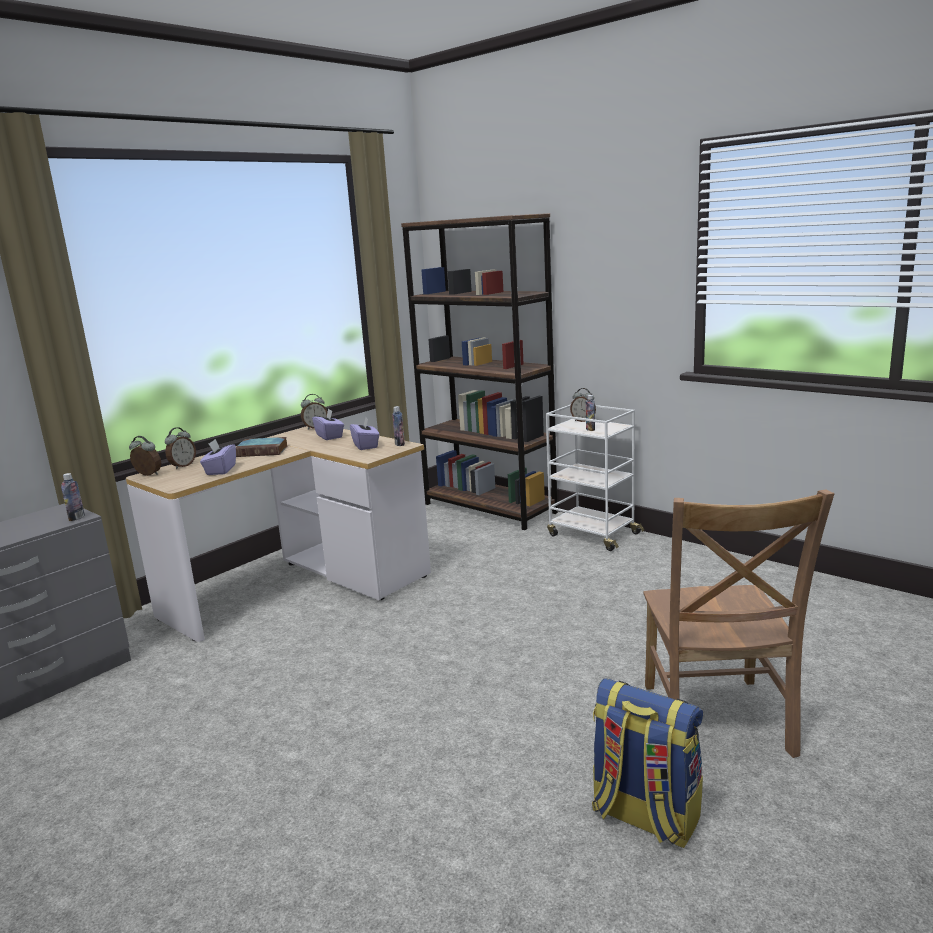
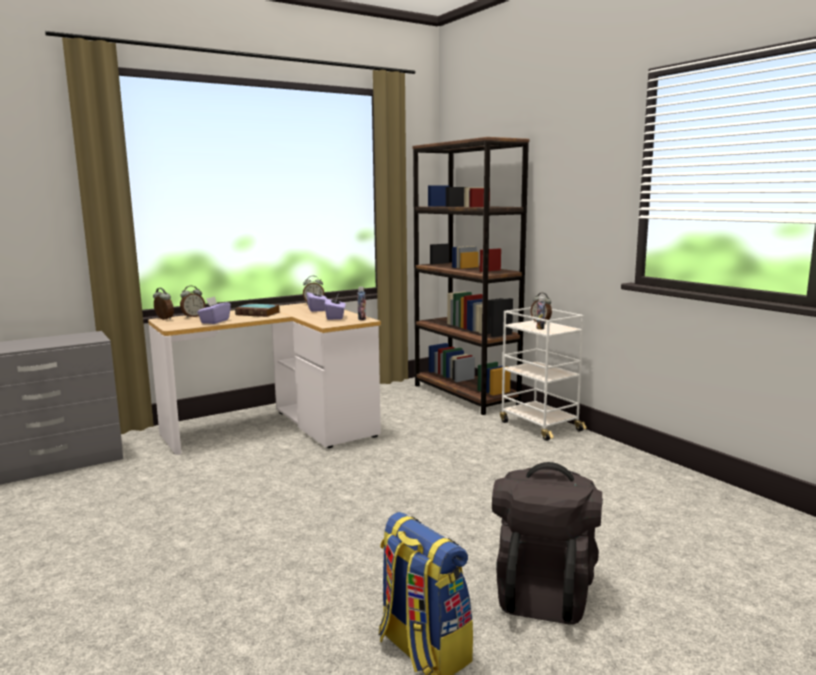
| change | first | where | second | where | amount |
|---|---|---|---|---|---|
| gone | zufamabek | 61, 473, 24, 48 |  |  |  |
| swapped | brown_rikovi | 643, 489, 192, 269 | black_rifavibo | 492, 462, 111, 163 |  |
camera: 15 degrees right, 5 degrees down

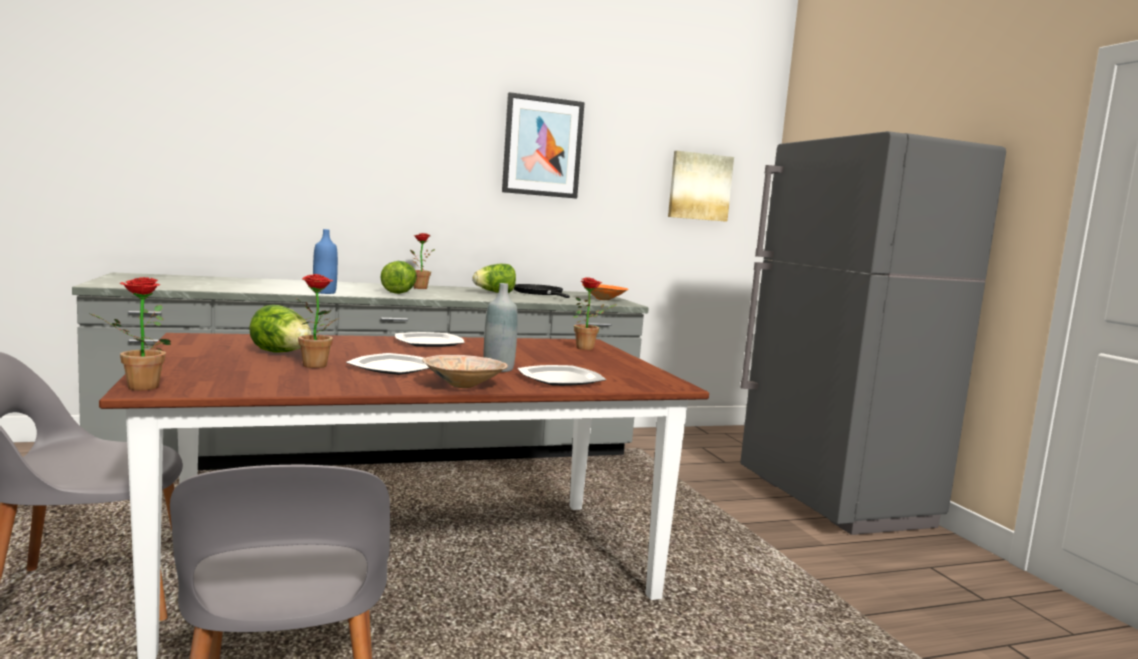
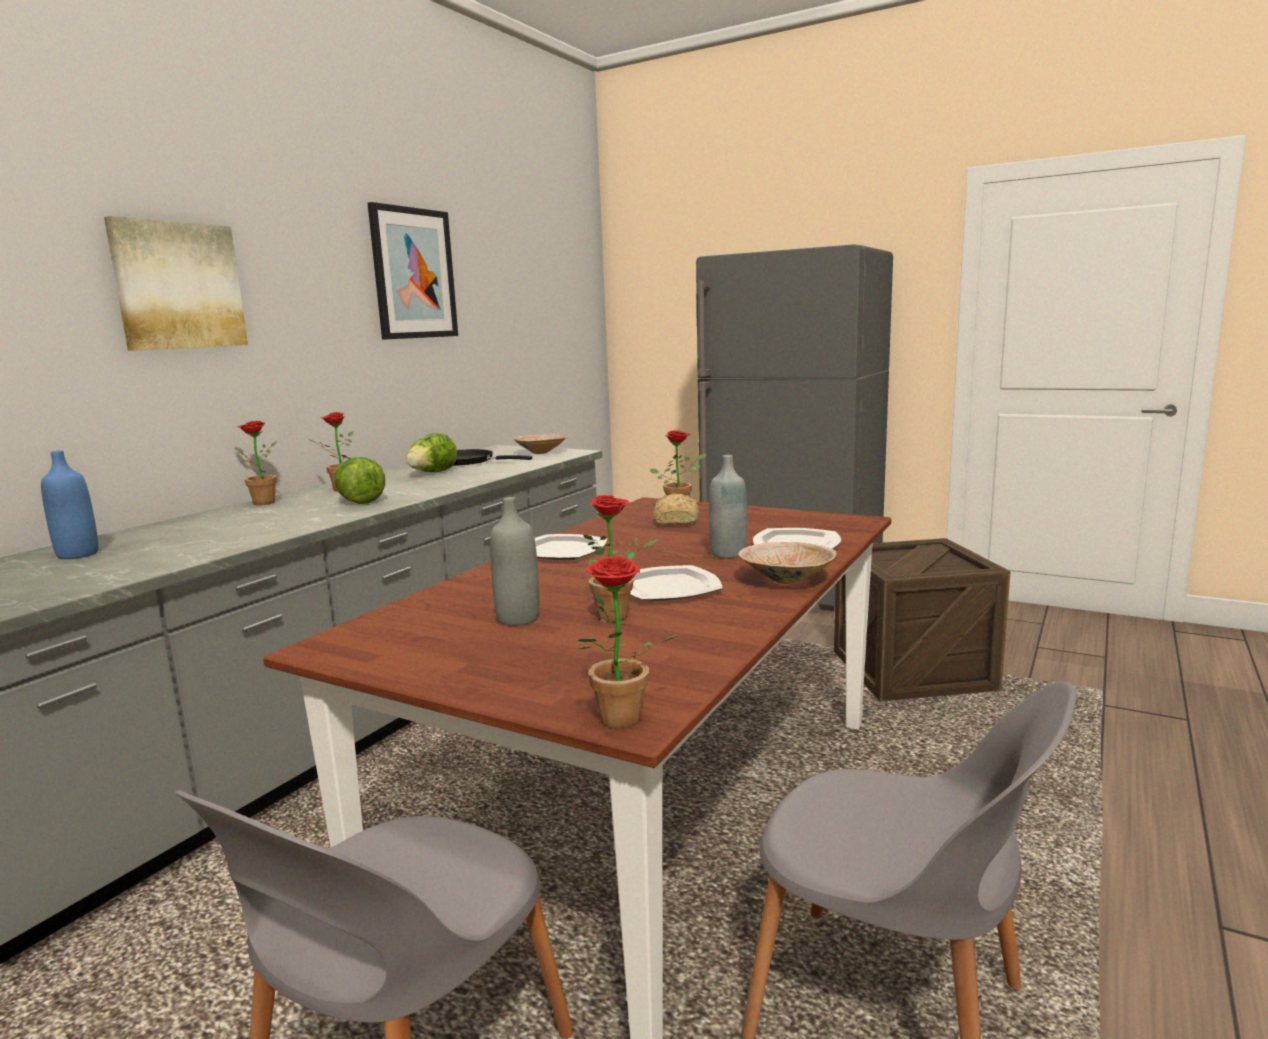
| change | first | where | second | where | amount |
|---|---|---|---|---|---|
| new |  |  | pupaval | 234, 421, 43, 84 |  |
| new |  |  | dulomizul | 654, 494, 45, 31 |  |
| new |  |  | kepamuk | 834, 538, 177, 164 |  |
| shifted | blue_zufamabek | 313, 229, 25, 65 |  | 41, 451, 57, 108 |  |
| shifted | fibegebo | 668, 151, 66, 71 |  | 104, 216, 144, 135 |  |
| swapped | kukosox | 249, 305, 63, 48 | grey_zufamabek | 490, 497, 49, 129 |  |
| repainted | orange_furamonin | 582, 284, 47, 16 | beige_furamonin | 512, 434, 56, 20 |  |
camera: 40 degrees left, 5 degrees up

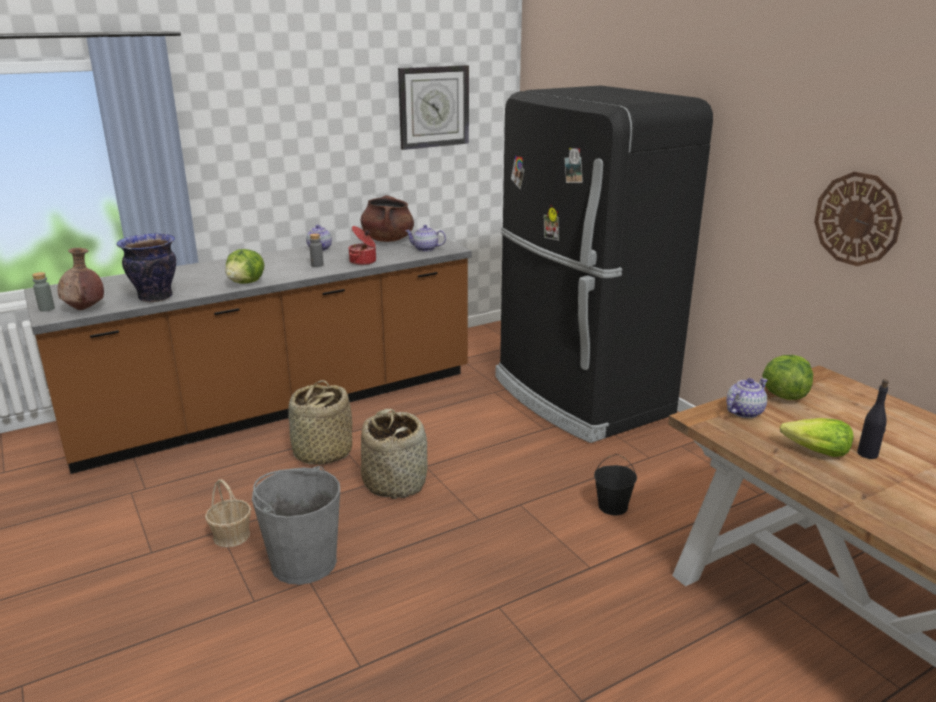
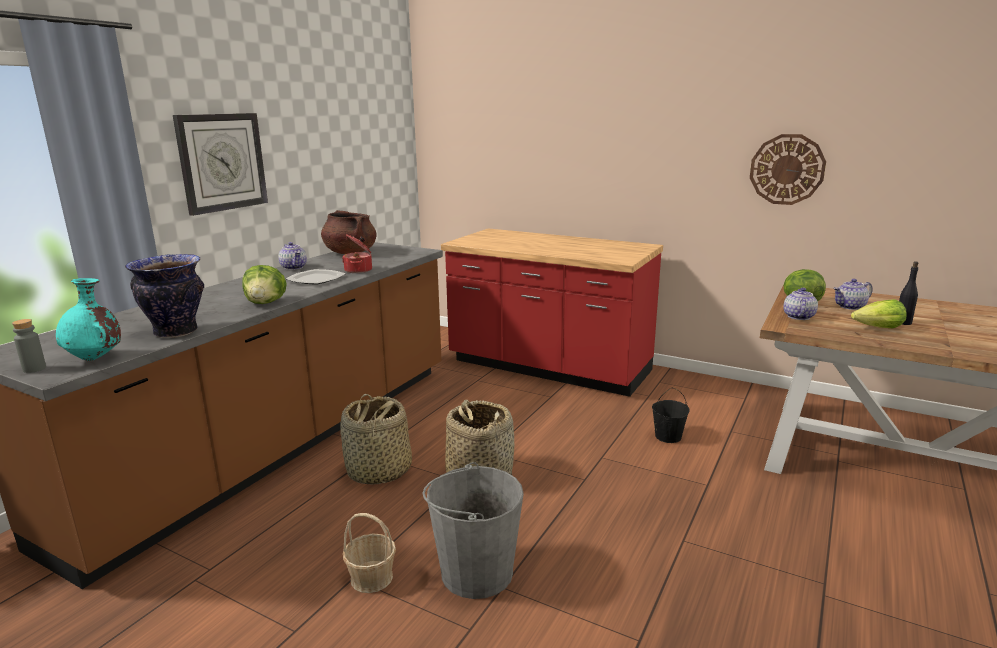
| change | first | where | second | where | amount |
|---|---|---|---|---|---|
| shifted | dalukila | 398, 65, 71, 85 |  | 173, 113, 95, 103 |  |
| shifted | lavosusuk | 405, 225, 41, 27 |  | 833, 279, 40, 31 |  |
| swapped | grey_zufamabek | 309, 233, 15, 34 | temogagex | 286, 269, 59, 16 |  |
| swapped | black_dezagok | 495, 85, 218, 358 | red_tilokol | 441, 228, 222, 169 |  |
| repainted | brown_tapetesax | 57, 248, 47, 62 | turquoise_tapetesax | 56, 278, 65, 83 |  |
camera: 30 degrees left, 5 degrees down

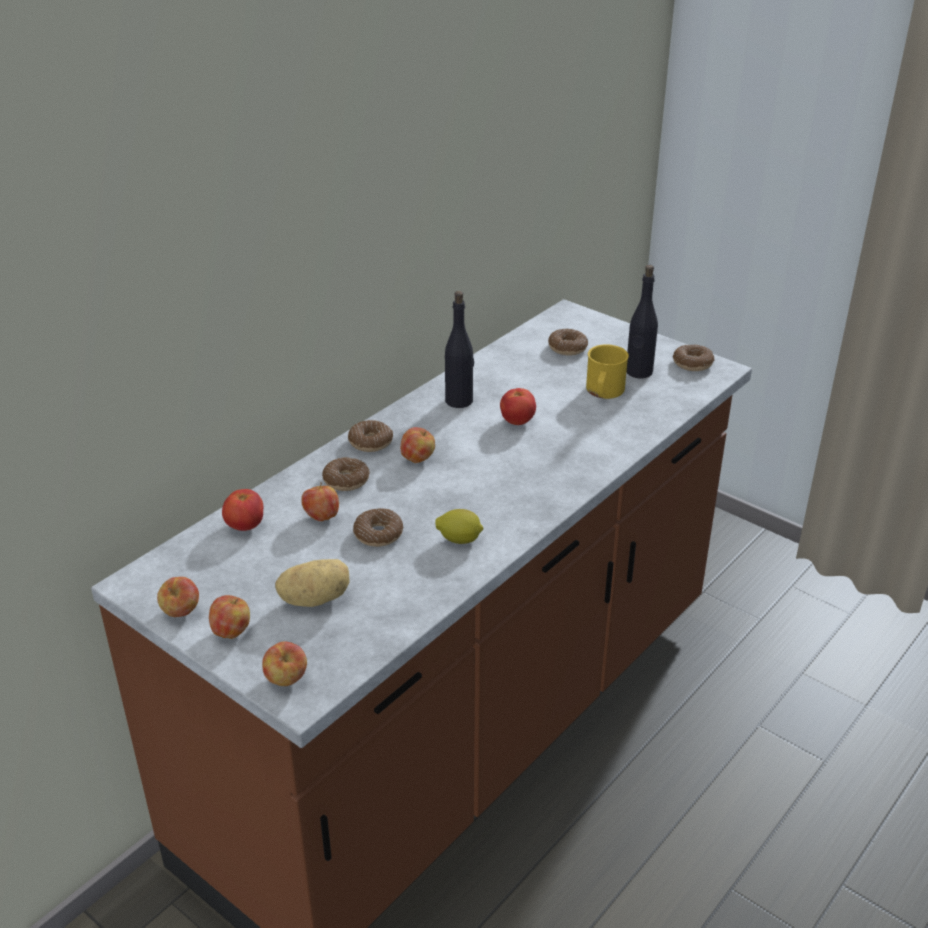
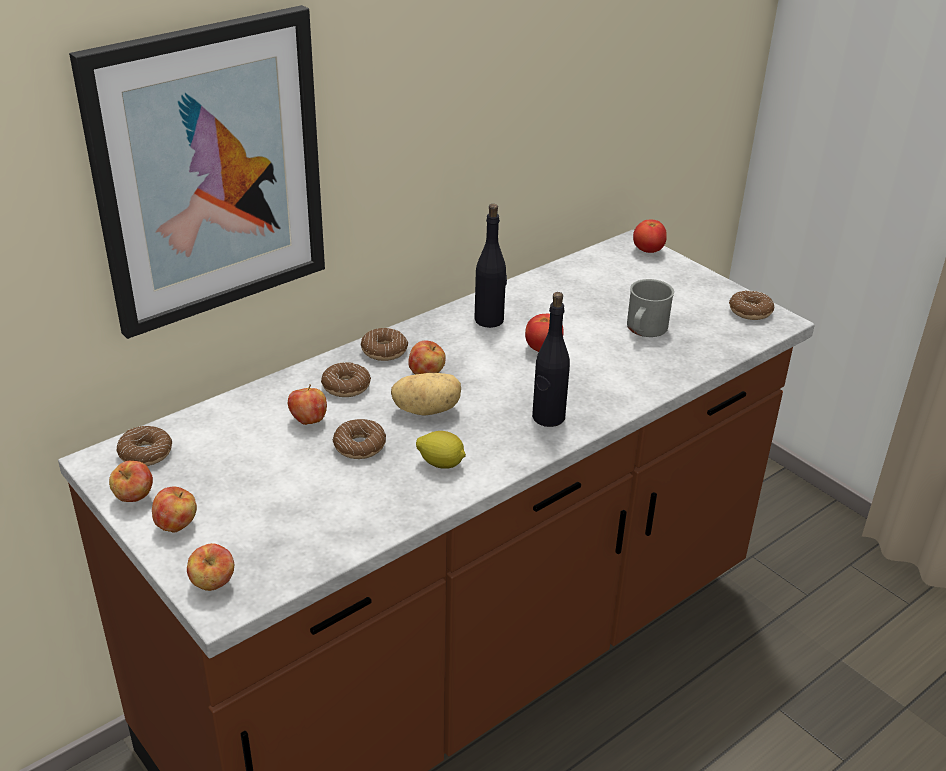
| change | first | where | second | where | amount |
|---|---|---|---|---|---|
| new |  |  | fibegebo | 69, 5, 256, 334 |  |
| shifted | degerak | 222, 489, 41, 42 |  | 633, 220, 34, 33 |  |
| shifted | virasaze | 275, 559, 75, 48 |  | 391, 373, 70, 43 |  |
| shifted | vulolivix | 548, 329, 40, 27 |  | 117, 426, 55, 40 |  |
| shifted | black_zufamabek | 626, 265, 32, 114 |  | 532, 292, 38, 135 |  |
| repainted | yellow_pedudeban | 586, 344, 43, 55 | grey_pedudeban | 627, 279, 47, 58 |  |
camera: 10 degrees right, 0 degrees up

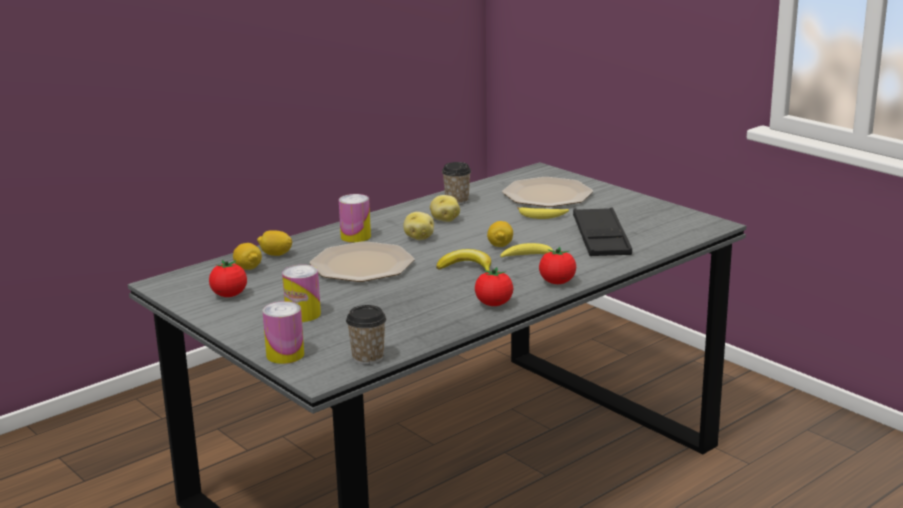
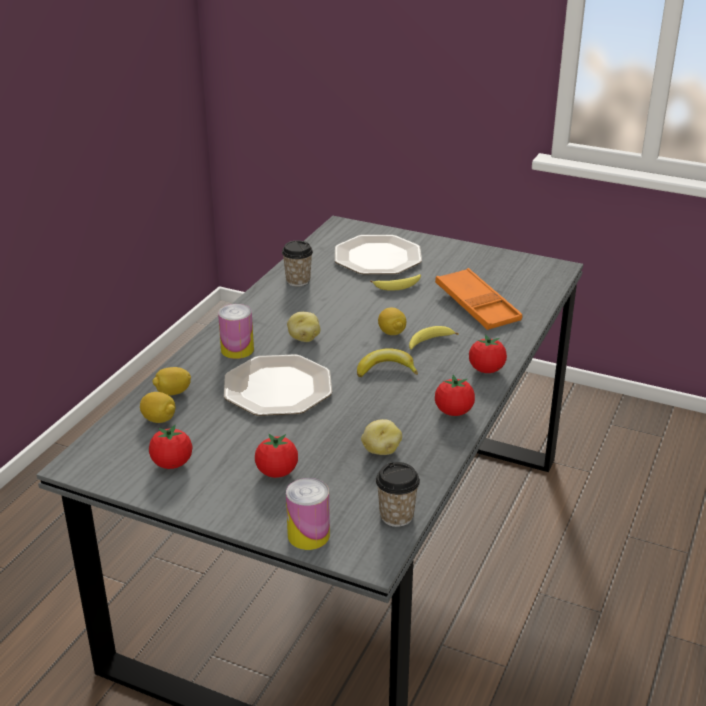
| change | first | where | second | where | amount |
|---|---|---|---|---|---|
| shifted | virasaze | 430, 195, 30, 27 |  | 361, 419, 41, 36 |  |
| swapped | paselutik | 282, 265, 39, 57 | degerak | 255, 434, 43, 44 |  |
| repainted | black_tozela | 573, 208, 59, 48 | orange_tozela | 435, 268, 87, 62 |  |
camera: 25 degrees left, 10 degrees up

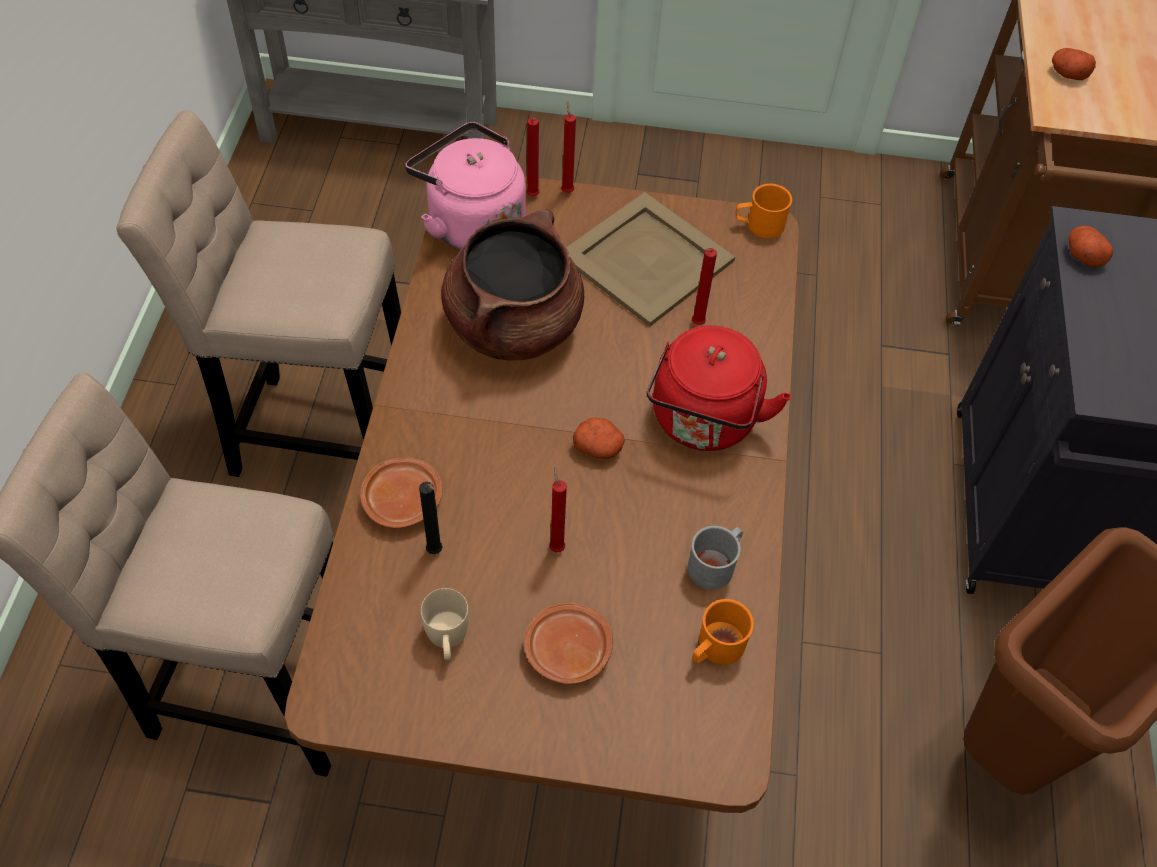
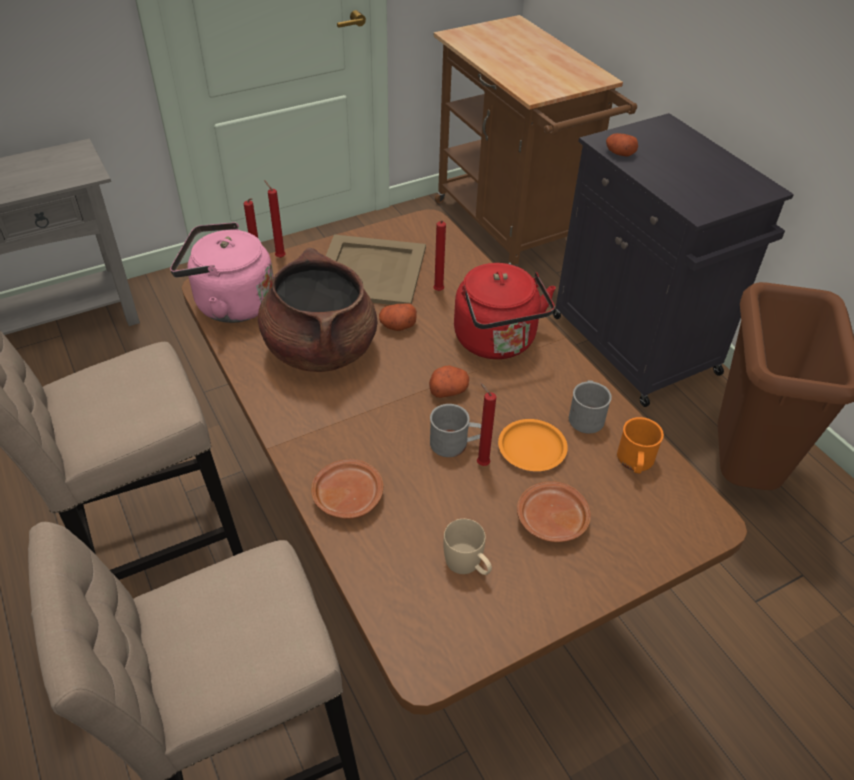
| change | first | where | second | where | amount |
|---|---|---|---|---|---|
| gone | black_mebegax | 419, 482, 24, 72 |  |  |  |
| gone | orange_pedudeban | 735, 184, 57, 55 |  |  |  |
| new |  |  | grey_pedudeban | 430, 404, 52, 53 |  |
| new |  |  | orange_temogagex | 498, 419, 70, 52 |  |
| shifted | virasaze | 1052, 48, 44, 32 |  | 379, 304, 38, 27 |  |
camera: 35 degrees left, 10 degrees down

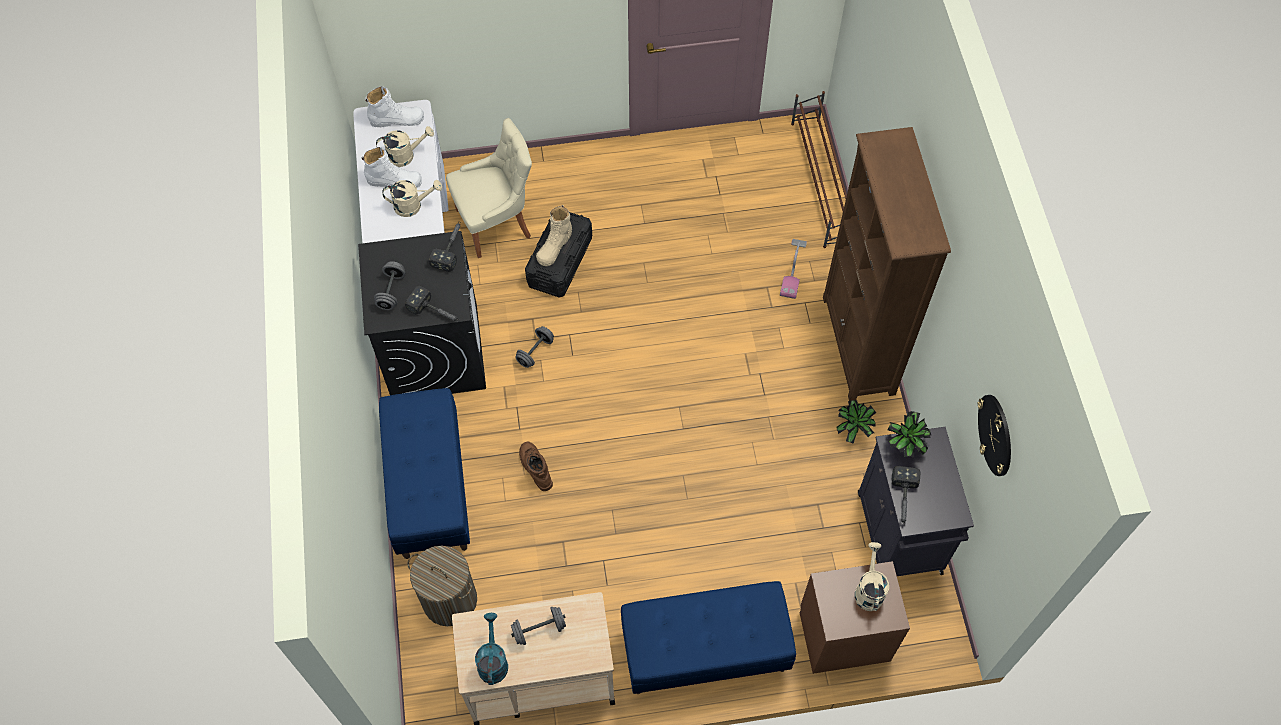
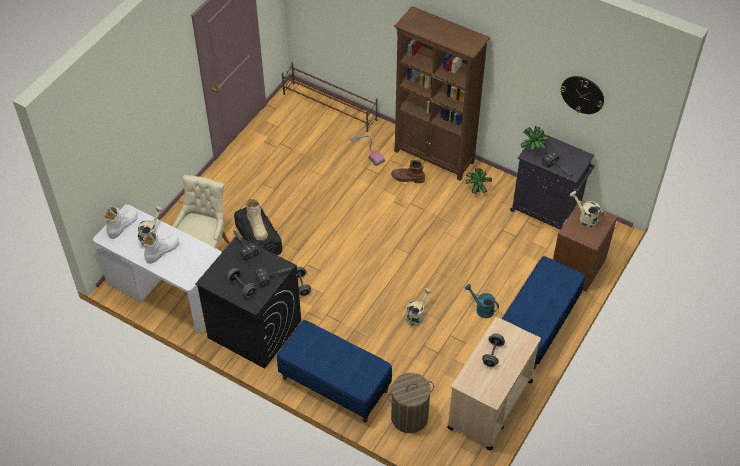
| change | first | where | second | where | amount |
|---|---|---|---|---|---|
| shifted | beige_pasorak | 382, 180, 60, 37 |  | 406, 288, 25, 38 |  |
| shifted | turquoise_pasorak | 475, 613, 33, 72 |  | 464, 284, 35, 34 |  |
| shifted | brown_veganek | 519, 442, 34, 49 |  | 391, 160, 34, 23 |  |
camera: 50 degrees left, 10 degrees down

